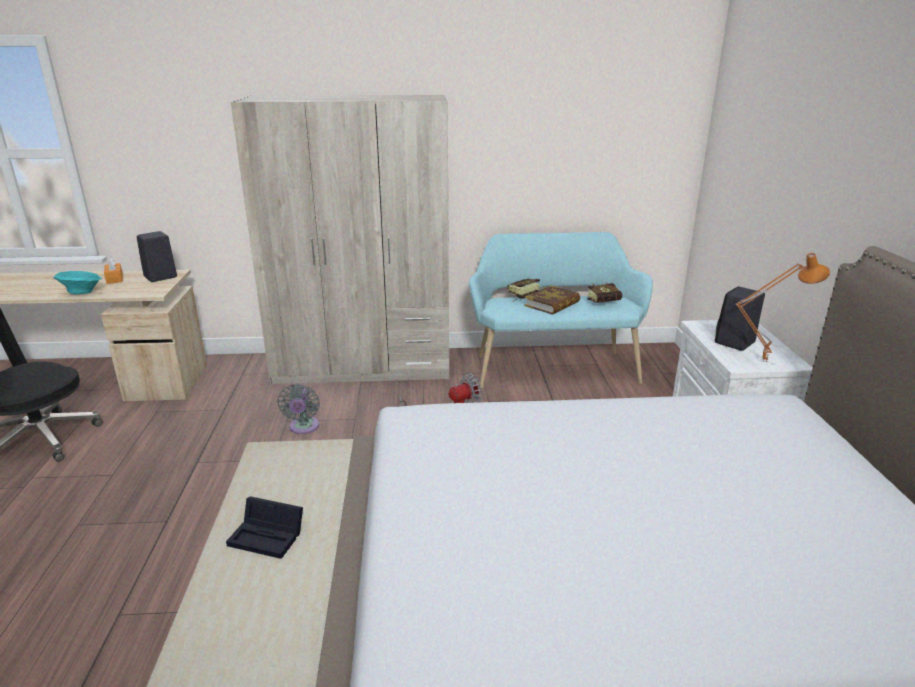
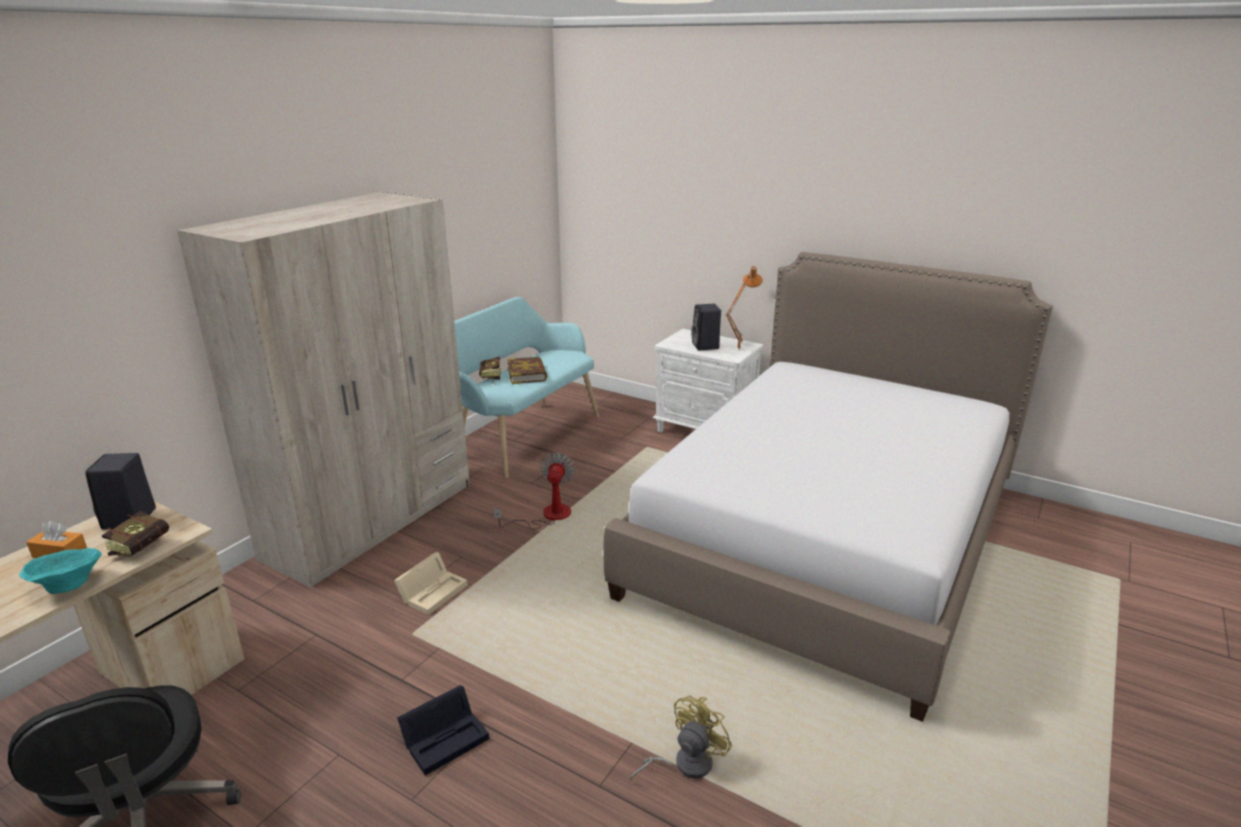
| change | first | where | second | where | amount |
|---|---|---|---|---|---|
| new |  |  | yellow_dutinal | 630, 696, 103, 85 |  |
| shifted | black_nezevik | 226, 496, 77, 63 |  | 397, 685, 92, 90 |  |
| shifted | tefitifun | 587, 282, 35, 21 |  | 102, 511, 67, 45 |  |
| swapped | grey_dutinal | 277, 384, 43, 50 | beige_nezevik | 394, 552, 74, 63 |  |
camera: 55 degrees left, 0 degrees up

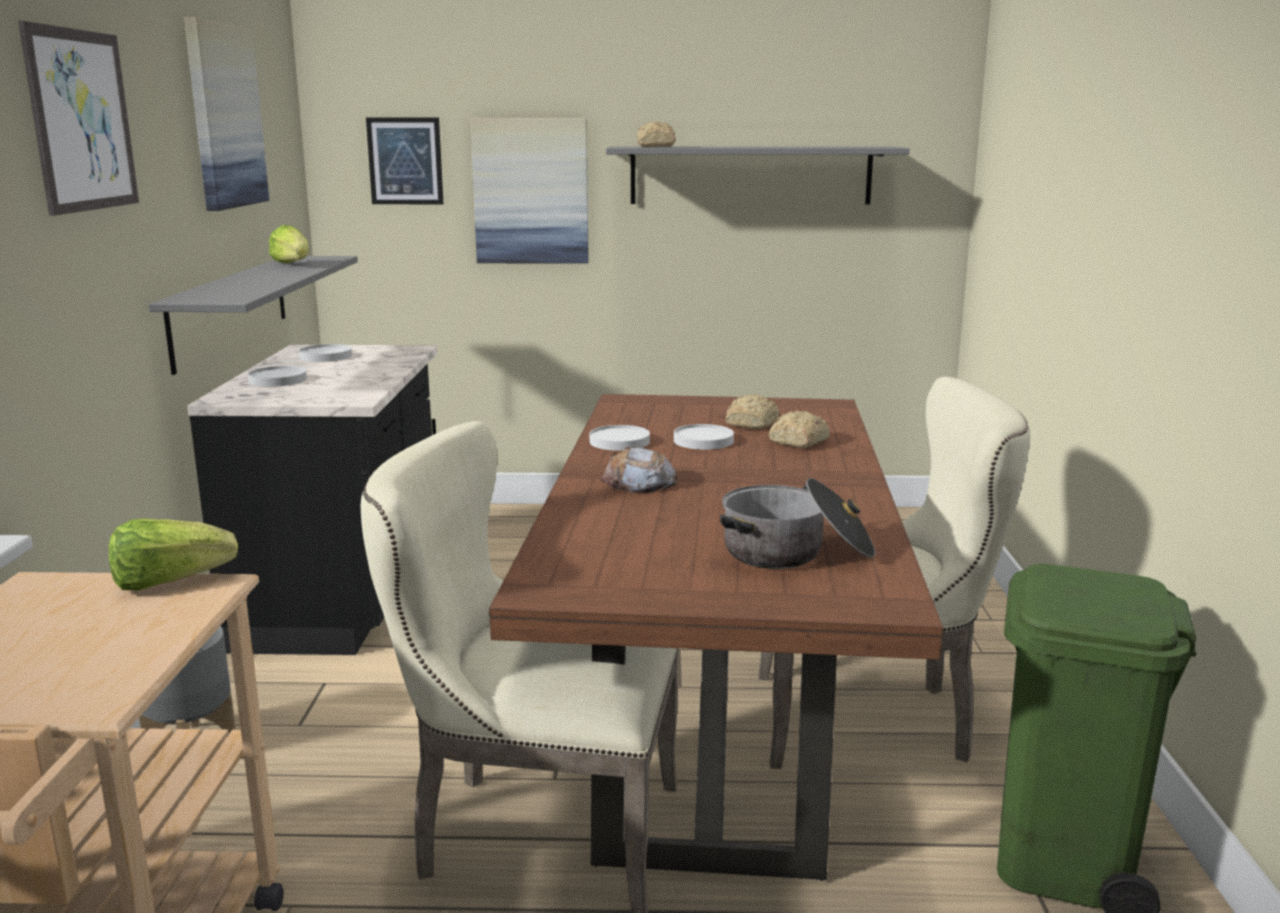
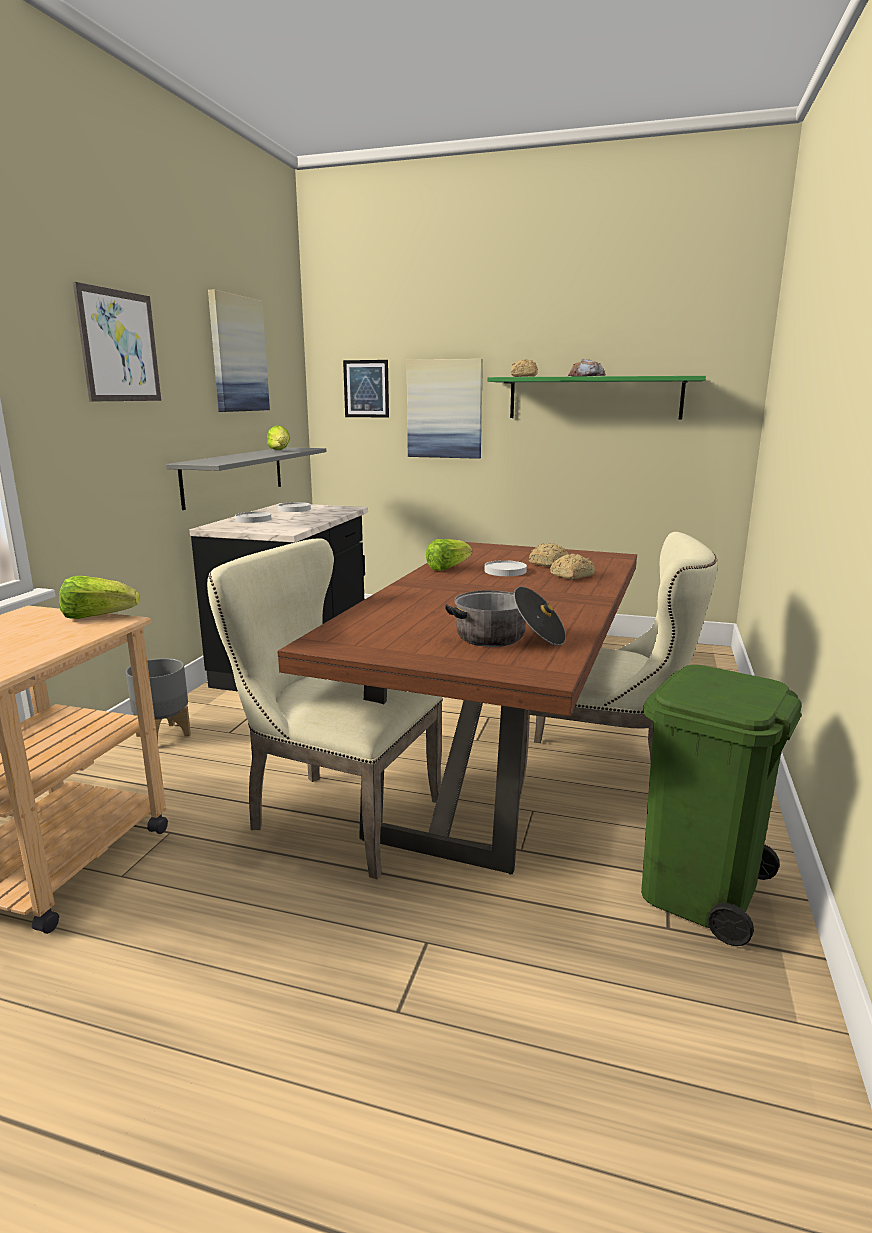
| change | first | where | second | where | amount |
|---|---|---|---|---|---|
| shifted | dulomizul | 601, 447, 76, 46 |  | 568, 359, 38, 18 |  |
| swapped | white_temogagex | 590, 425, 60, 26 | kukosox | 426, 539, 46, 32 |  |
| repainted | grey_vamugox | 606, 146, 303, 58 | green_vamugox | 487, 376, 219, 44 |  |
camera: 15 degrees right, 0 degrees up

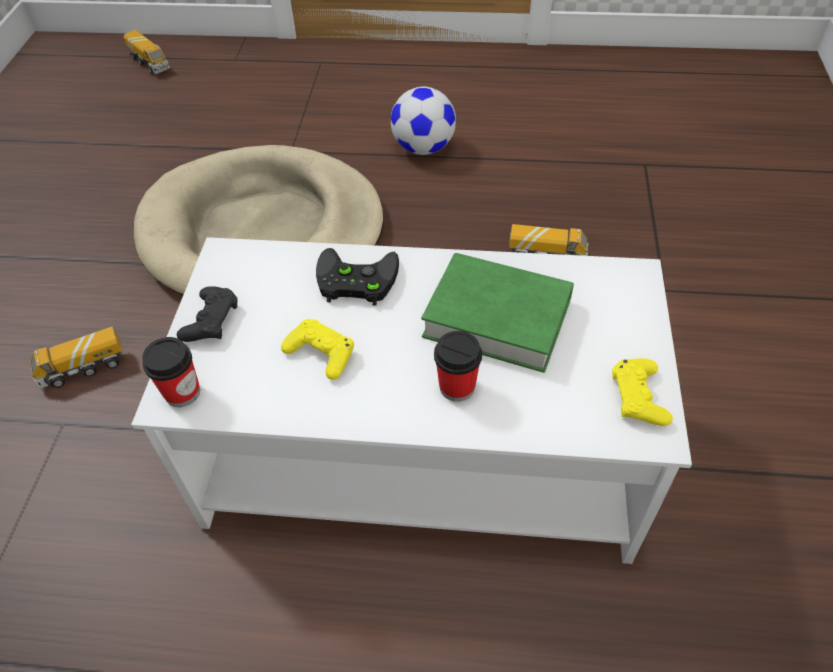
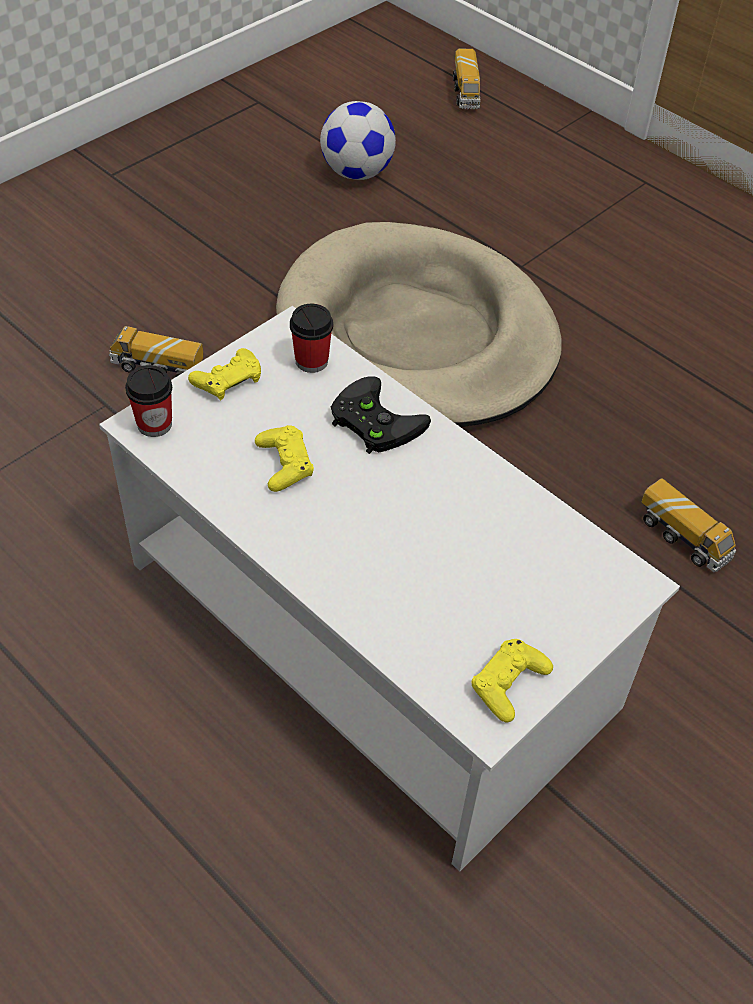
| change | first | where | second | where | amount |
|---|---|---|---|---|---|
| gone | green_tefitifun | 421, 253, 153, 120 |  |  |  |
| shifted | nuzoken | 391, 86, 65, 69 |  | 320, 101, 76, 79 |  |
| shifted | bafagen | 434, 331, 48, 71 |  | 290, 304, 43, 69 |  |
| repainted | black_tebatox | 177, 286, 60, 56 | yellow_tebatox | 188, 348, 73, 52 |  |
camera: 35 degrees right, 0 degrees up

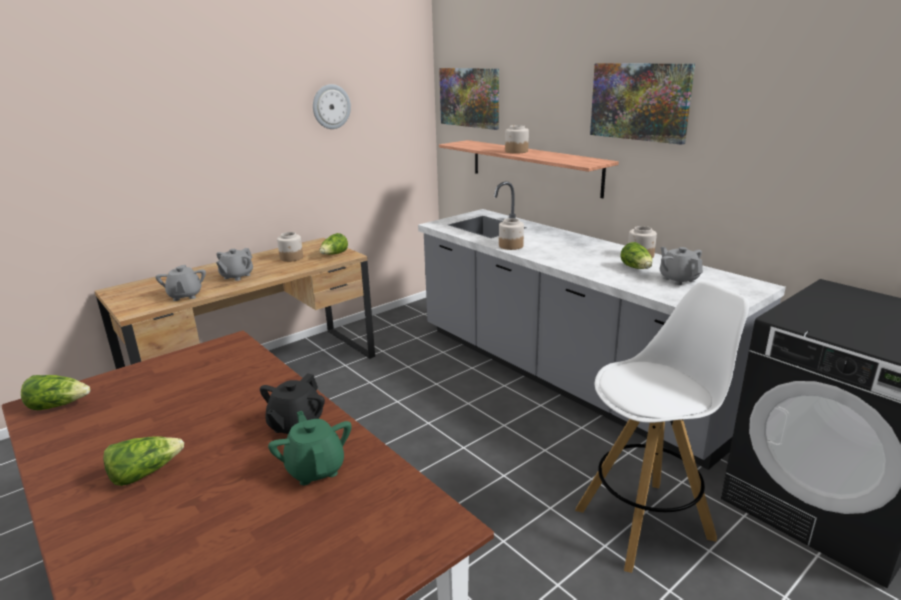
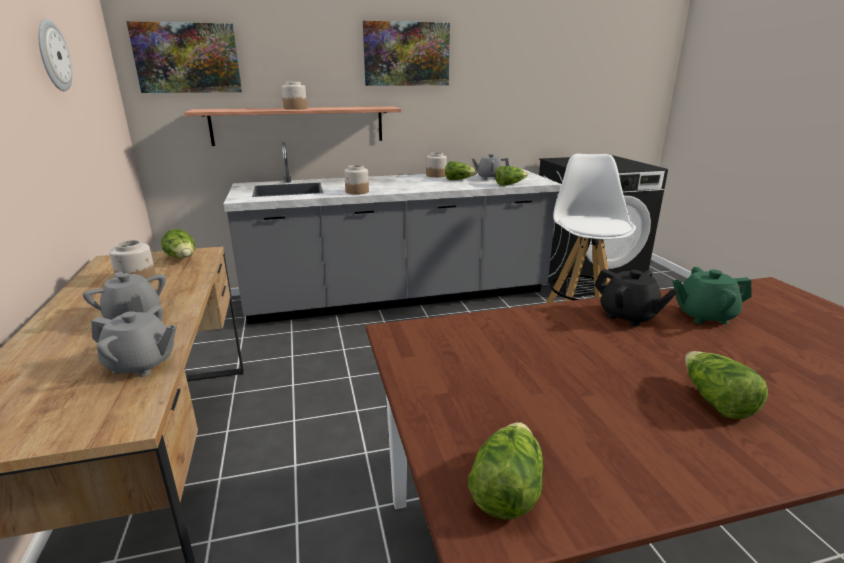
| change | first | where | second | where | amount |
|---|---|---|---|---|---|
| new |  |  | kukosox | 495, 166, 33, 20 |  |
camera: 65 degrees left, 0 degrees up

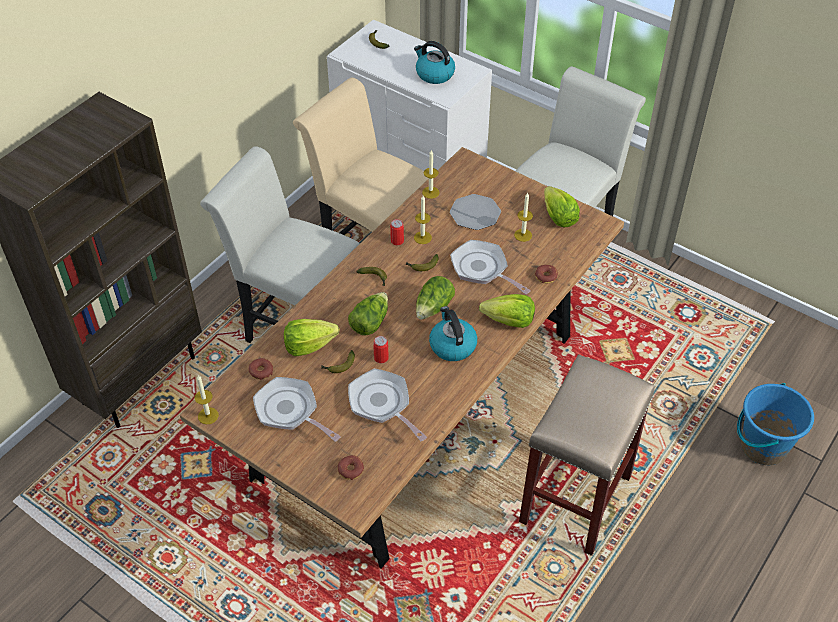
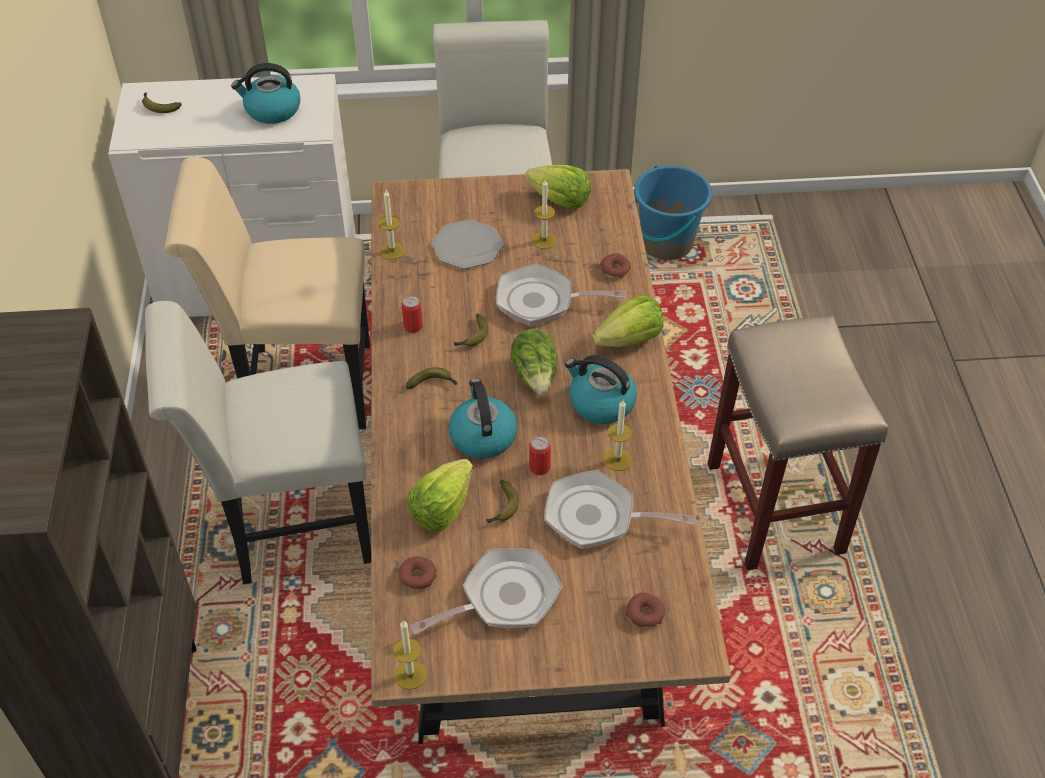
| change | first | where | second | where | amount |
|---|---|---|---|---|---|
| shifted | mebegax | 414, 196, 18, 48 |  | 603, 400, 29, 71 |  |
| shifted | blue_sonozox | 737, 383, 77, 82 |  | 634, 165, 78, 95 |  |
| swapped | kukosox | 348, 292, 40, 44 | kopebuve | 449, 379, 69, 80 |  |
| rotated | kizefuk | 253, 377, 88, 65 |  | 410, 548, 152, 87 | 150 degrees clockwise |
camera: 40 degrees left, 0 degrees up

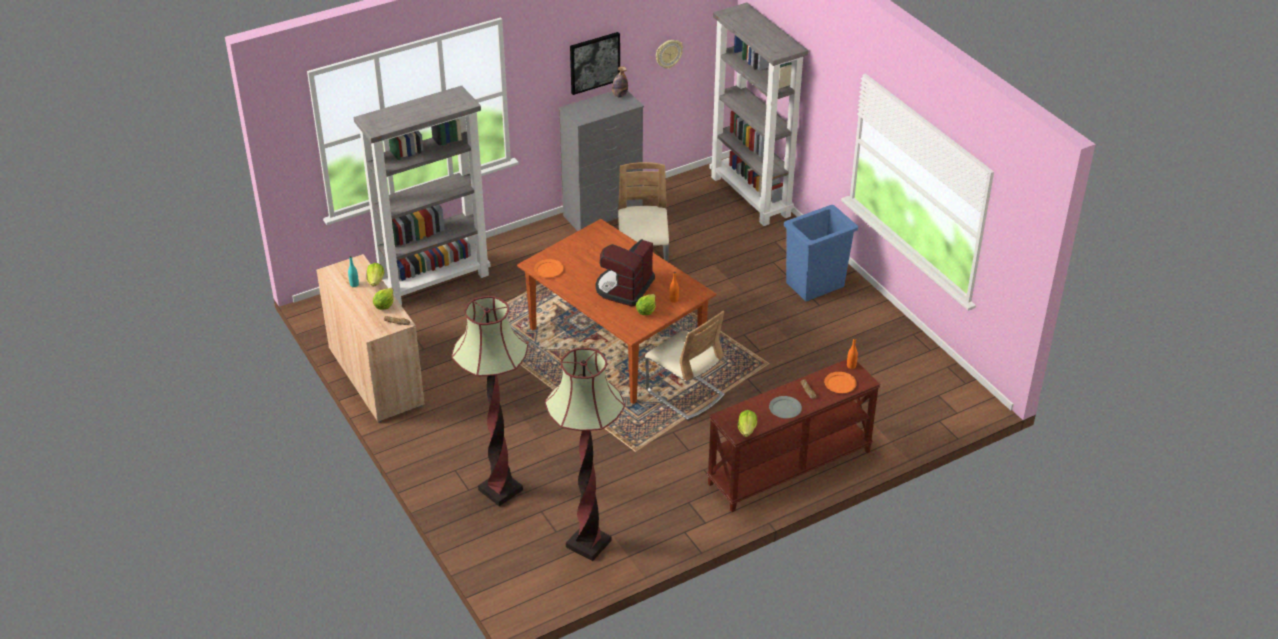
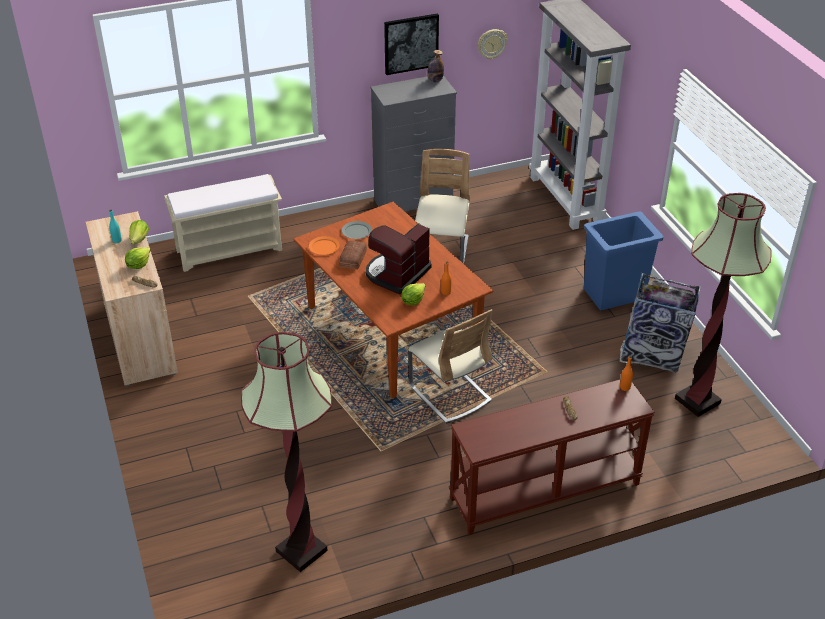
| change | first | where | second | where | amount |
|---|---|---|---|---|---|
| gone | kukosox | 738, 410, 19, 27 |  |  |  |
| gone | orange_temogagex | 824, 372, 33, 21 |  |  |  |
| new |  |  | dulomizul | 339, 240, 28, 30 |  |
| new |  |  | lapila | 620, 272, 81, 101 |  |
| shifted | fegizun | 451, 296, 77, 210 |  | 675, 193, 97, 224 |  |
| shifted | grey_temogagex | 769, 396, 33, 22 |  | 342, 221, 30, 18 |  |
| swapped | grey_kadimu | 354, 86, 137, 220 | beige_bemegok | 164, 174, 118, 98 |  |
camera: 10 degrees right, 0 degrees up

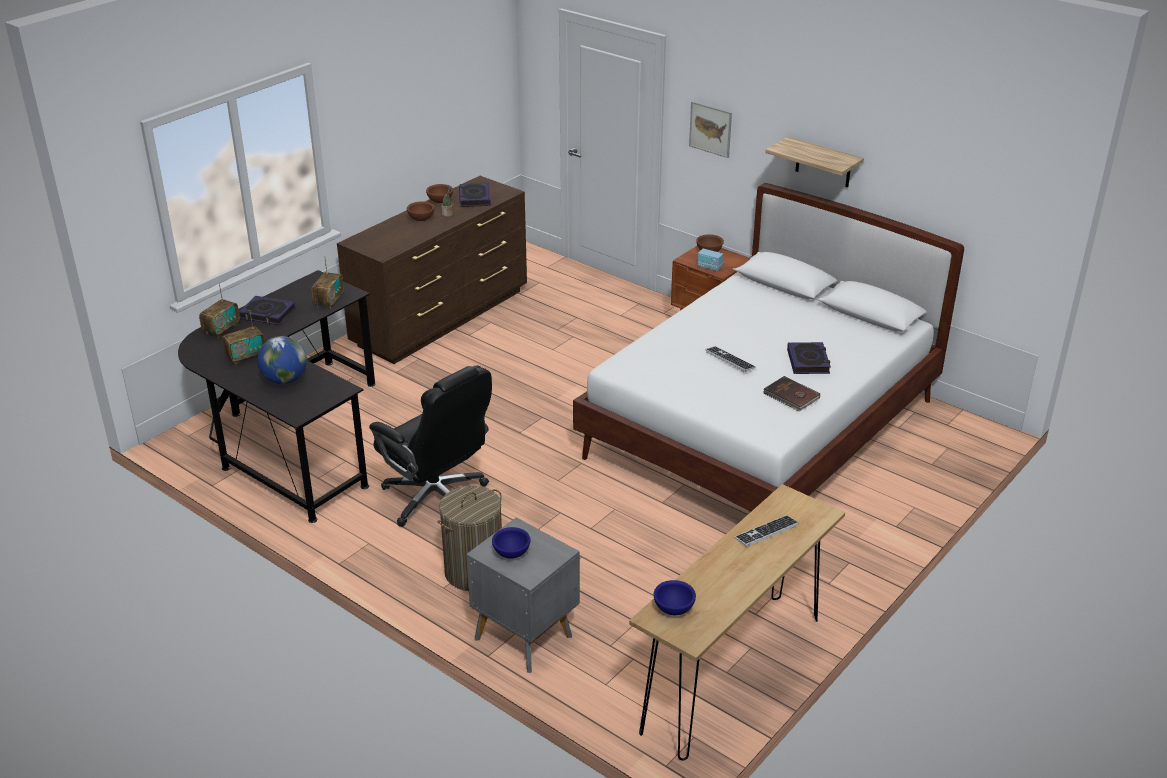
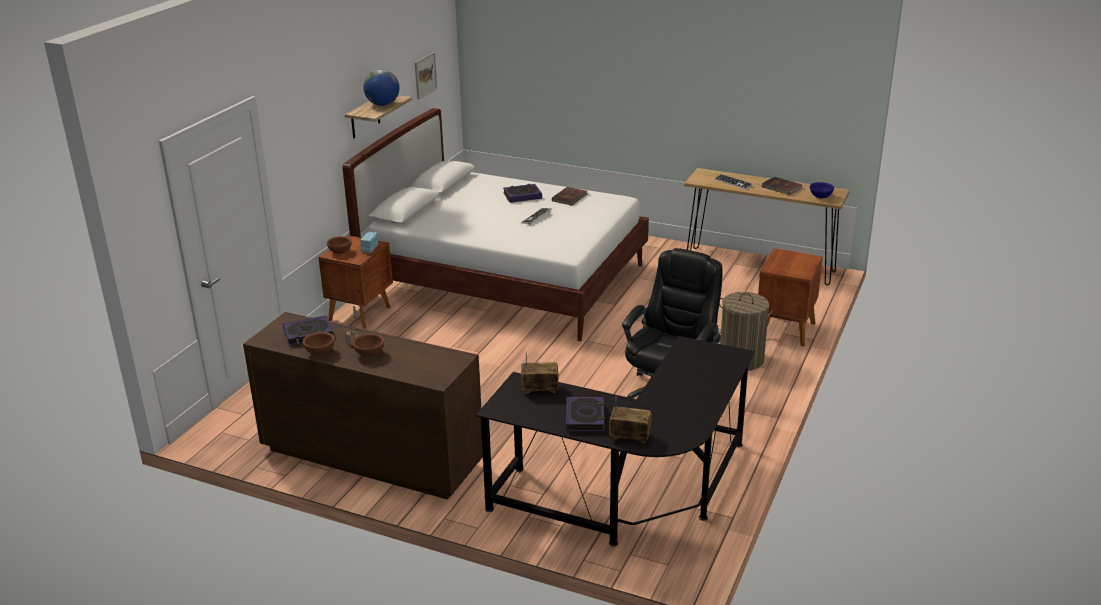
| change | first | where | second | where | amount |
|---|---|---|---|---|---|
| gone | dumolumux | 222, 310, 43, 54 |  |  |  |
| gone | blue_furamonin | 492, 527, 39, 32 |  |  |  |
| new |  |  | brown_tefitifun | 762, 177, 40, 18 |  |
| shifted | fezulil | 257, 336, 50, 48 |  | 363, 69, 36, 37 |  |
| shifted | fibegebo | 689, 101, 43, 57 |  | 415, 52, 22, 48 |  |
| repainted | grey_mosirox | 466, 518, 114, 155 | brown_mosirox | 758, 248, 65, 99 |  |
camera: 105 degrees left, 5 degrees down

